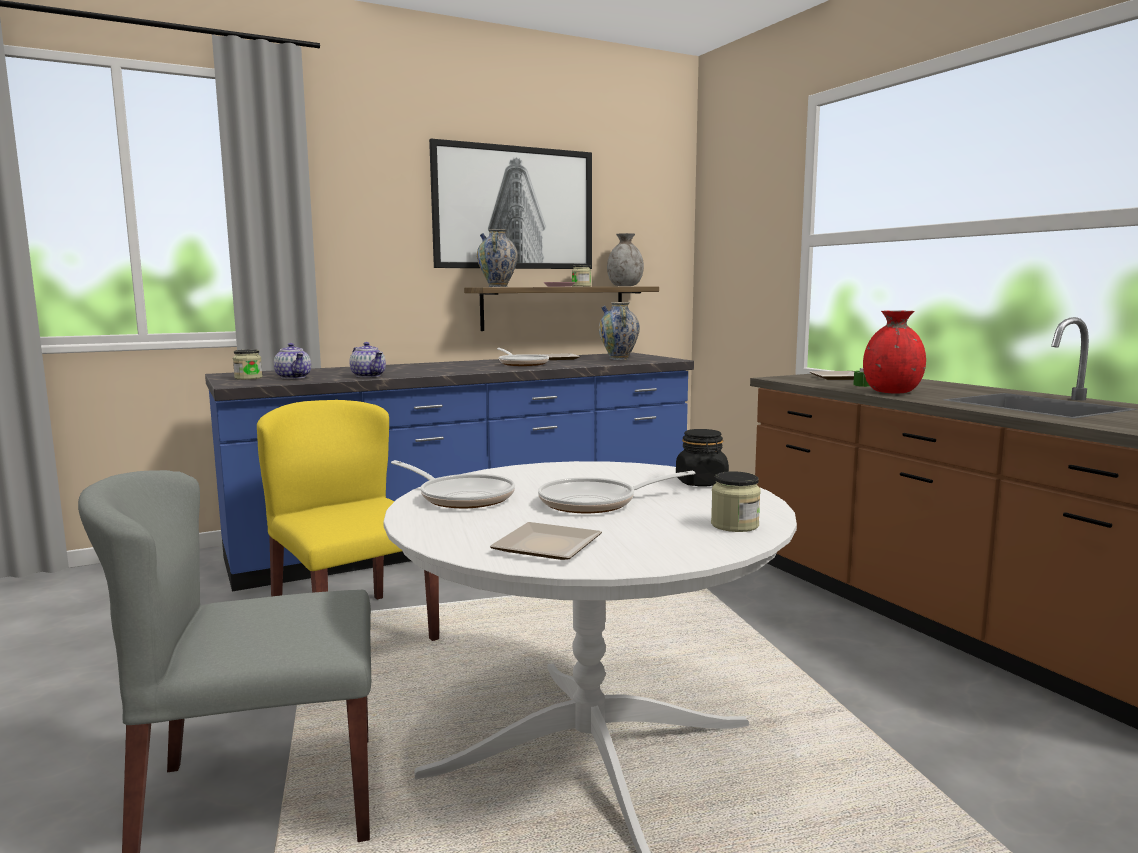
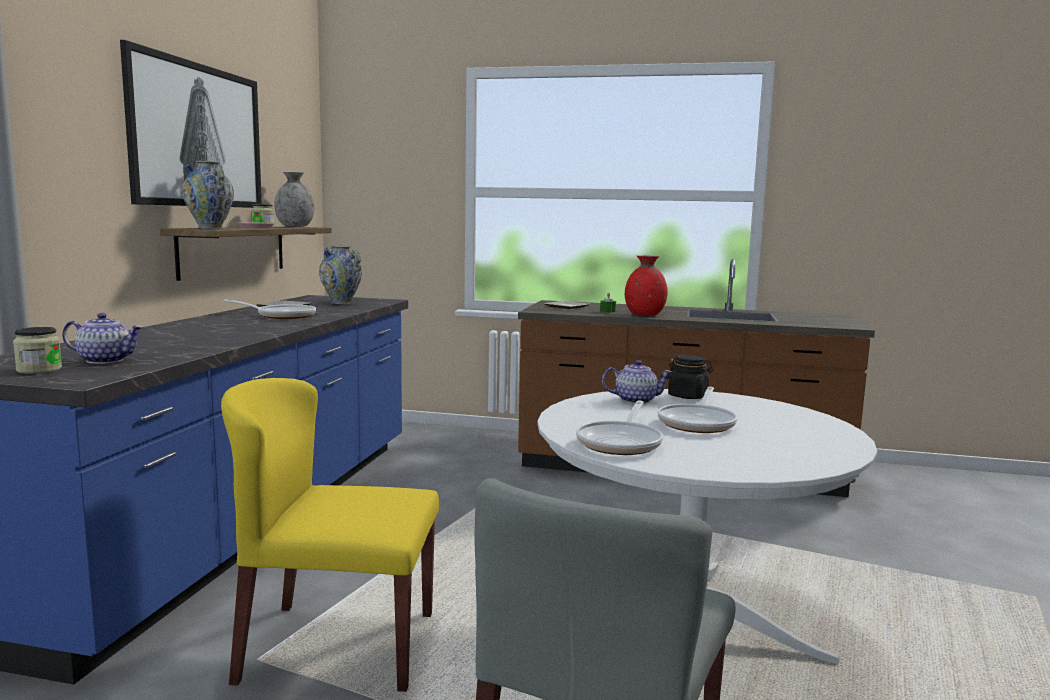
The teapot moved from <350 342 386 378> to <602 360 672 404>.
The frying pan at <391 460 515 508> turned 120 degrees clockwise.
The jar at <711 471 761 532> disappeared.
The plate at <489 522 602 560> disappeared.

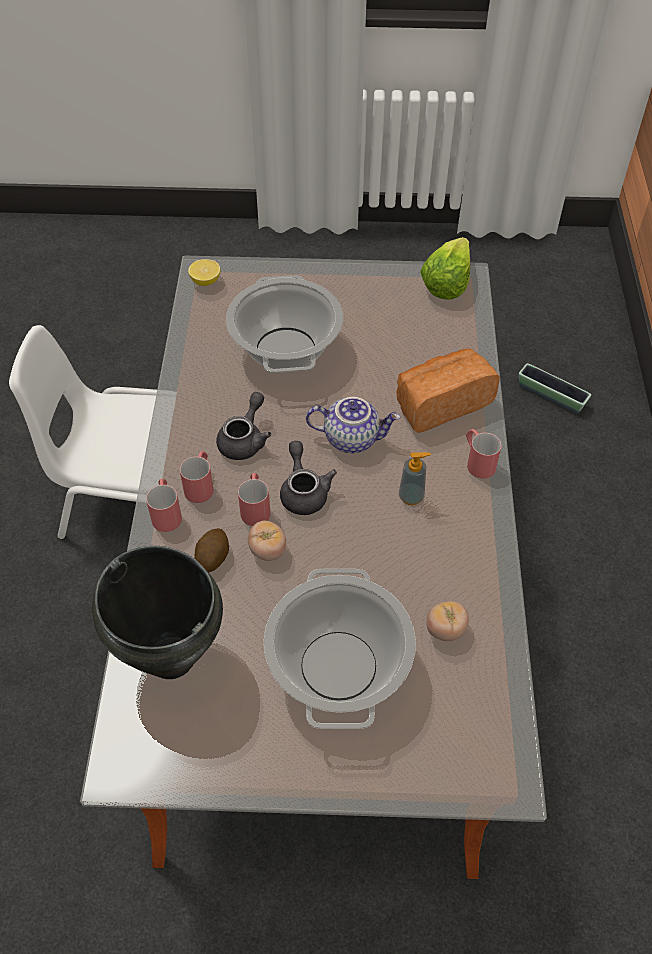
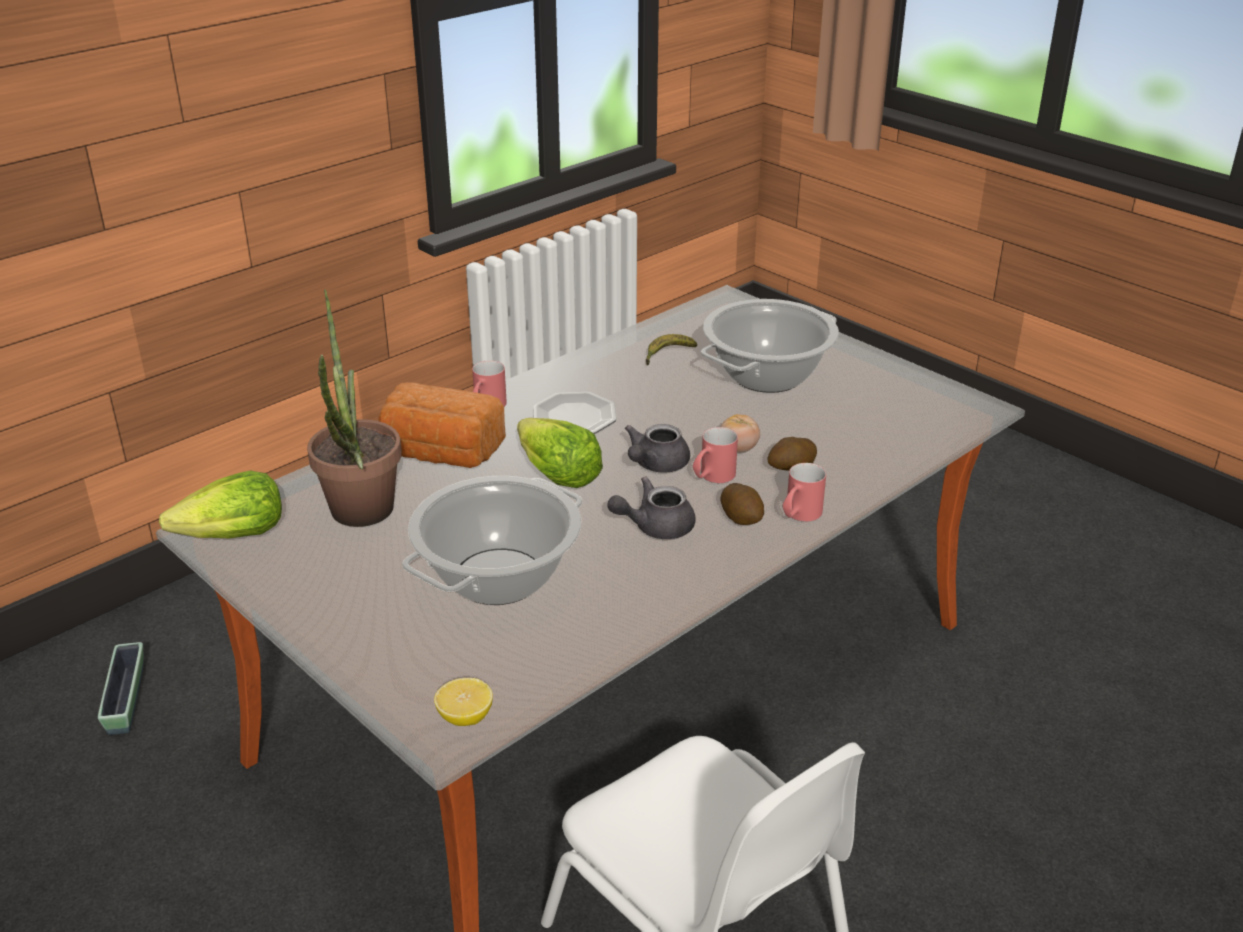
The teapot at <306 397 400 453> was replaced by the lettuce at <517 418 603 488>.
The red mug at <180 451 214 503> was replaced by the potato at <721 483 764 525>.
The soap dispenser at <399 452 431 505> was replaced by the plate at <533 392 617 434>.
The black cooking pot at <92 546 223 679> disappeared.
The tomato at <426 601 469 641> was replaced by the banana at <646 334 697 365>.
The potted plant at <307 289 402 527> appeared.

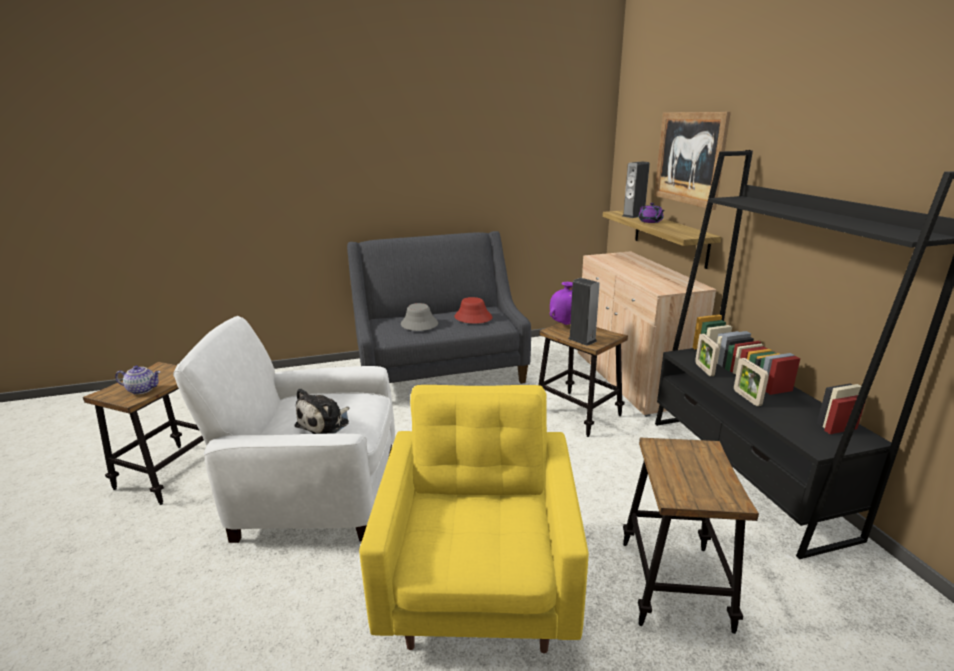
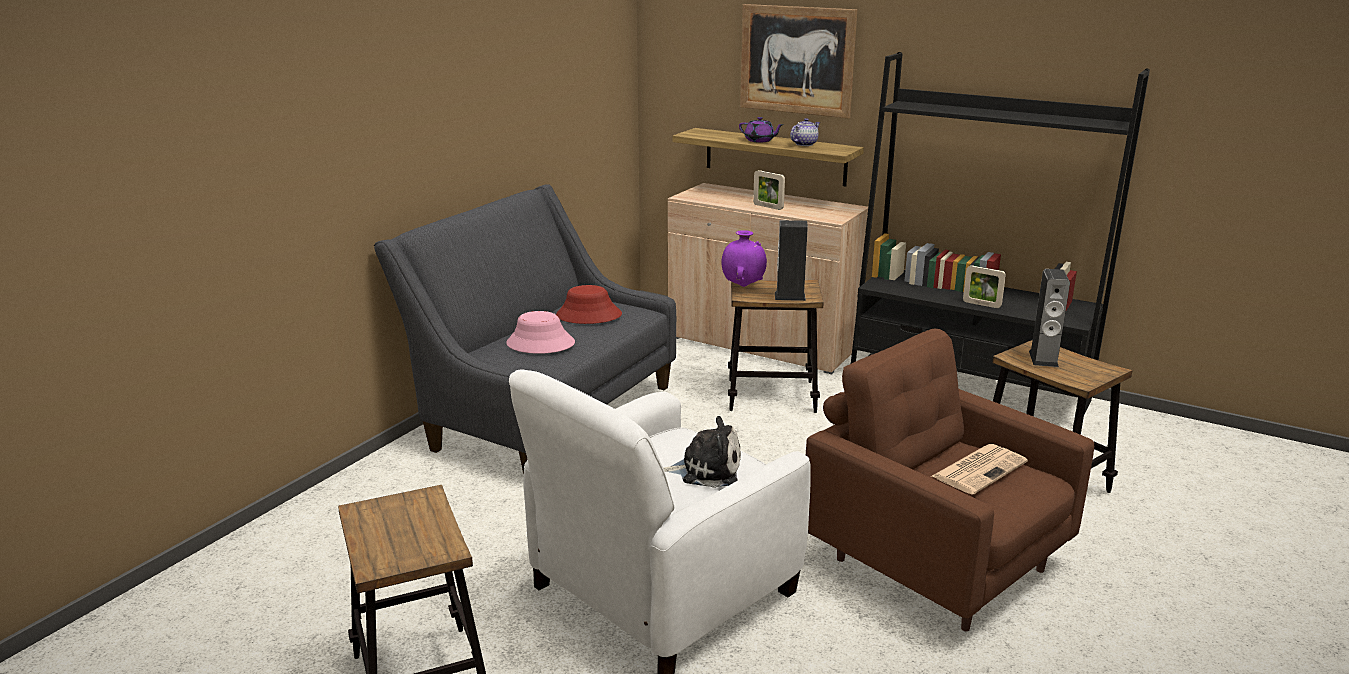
The speaker moved from <622 161 650 218> to <1029 269 1070 367>.
The grey hat at <401 303 438 331> became the pink hat at <506 311 575 354>.
The picture frame moved from <695 334 719 376> to <753 170 785 210>.
The teapot moved from <115 366 160 395> to <790 118 820 146>.
The yellow armchair at <359 385 589 654> became the brown armchair at <806 329 1094 631>.
The plush toy at <294 388 350 434> turned 75 degrees counterclockwise.
The newspaper at <932 444 1028 495> appeared.

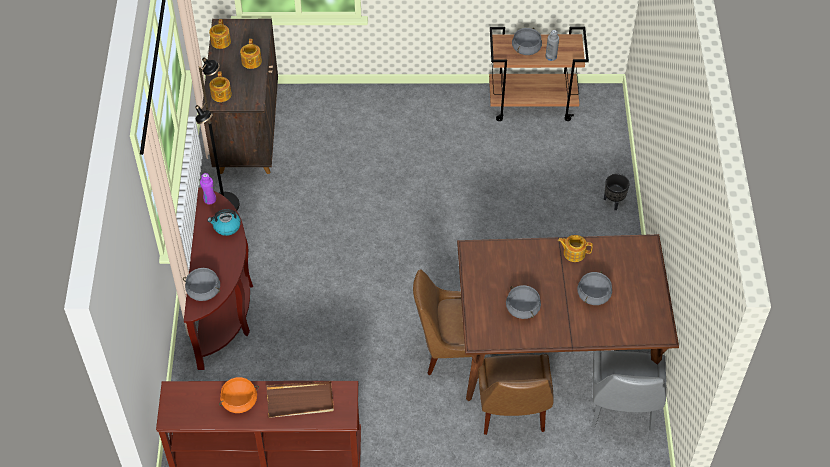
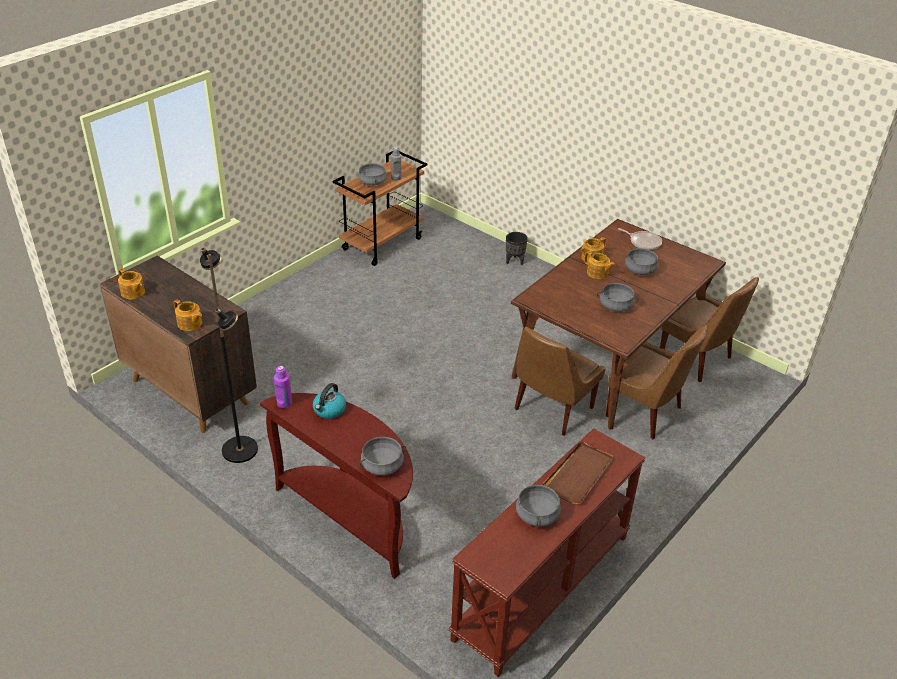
The teapot moved from <240 39 262 69> to <584 251 615 279>.
The grey chair at <592 351 667 432> became the brown chair at <660 277 759 382>.
The orange cooking pot at <219 377 259 413> became the grey cooking pot at <516 484 561 526>.
The frying pan at <618 228 662 250> appeared.

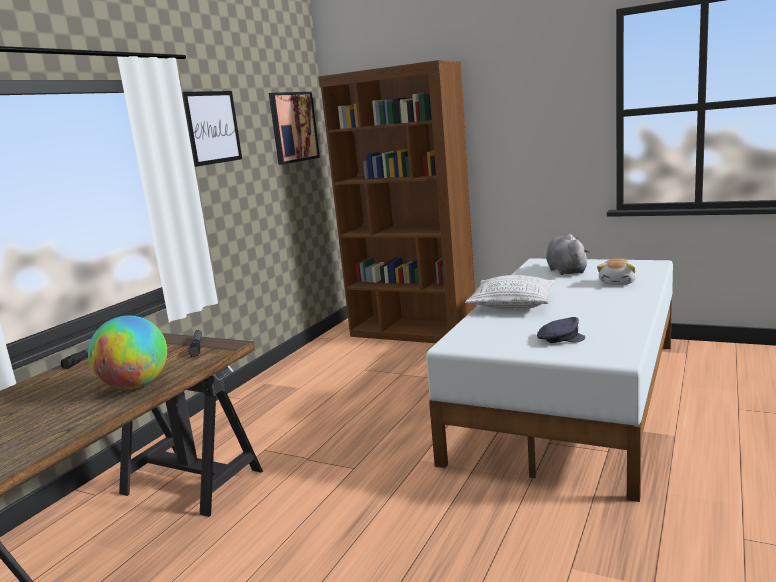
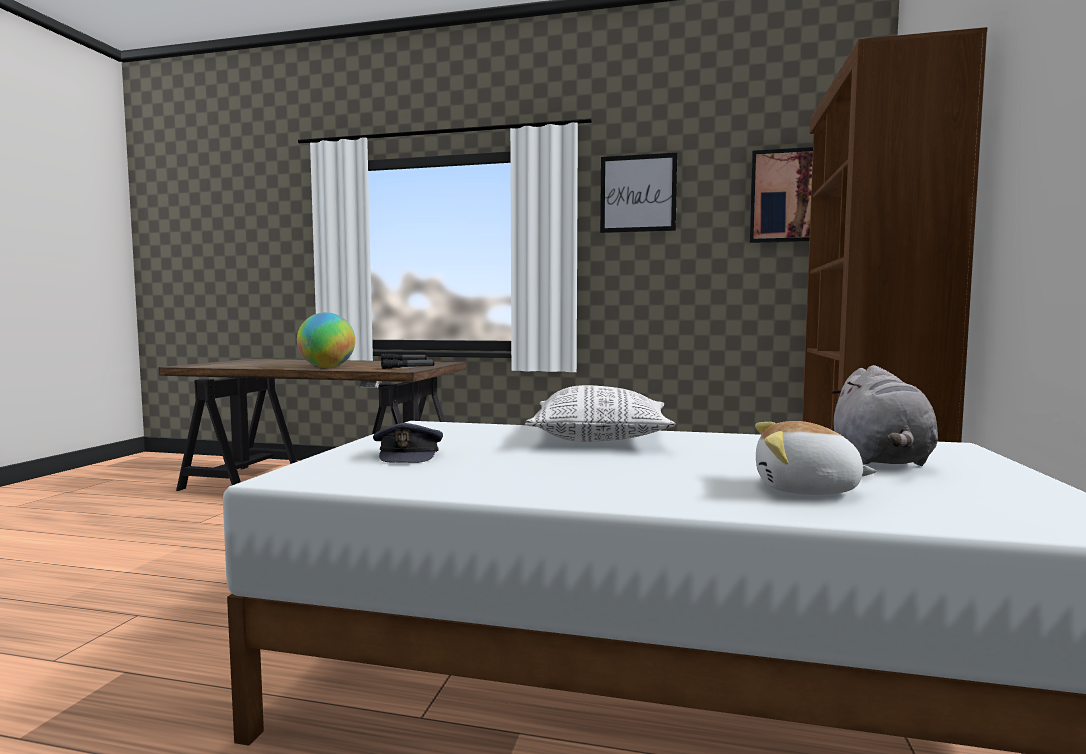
The grey plush toy at <546 234 590 275> turned 120 degrees clockwise.

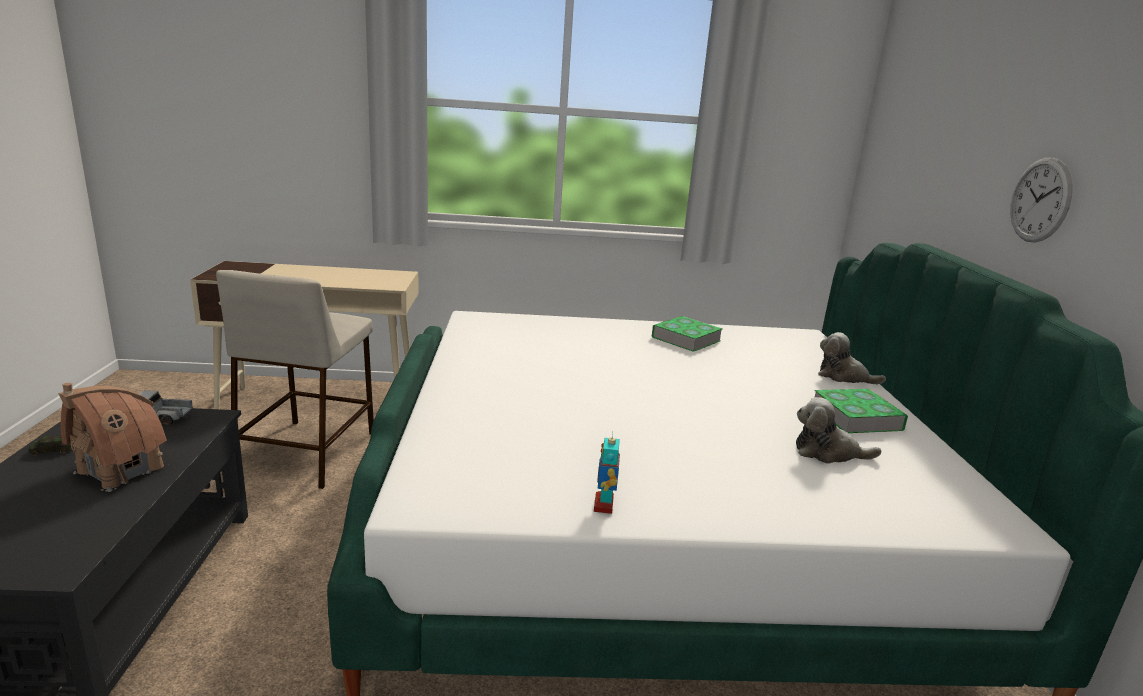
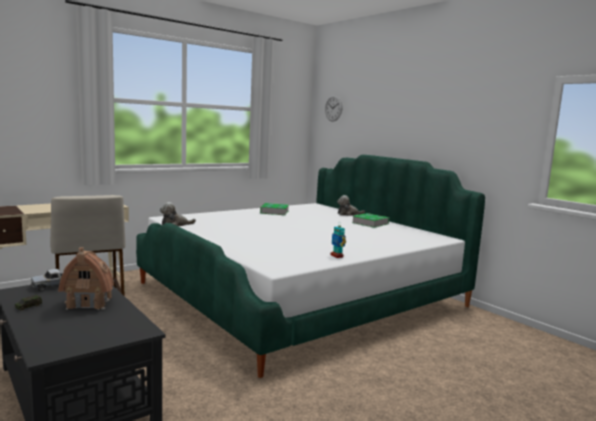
The wall clock moved from <1010 157 1073 243> to <325 95 342 122>.
The plush toy moved from <796 397 881 464> to <160 202 196 226>.

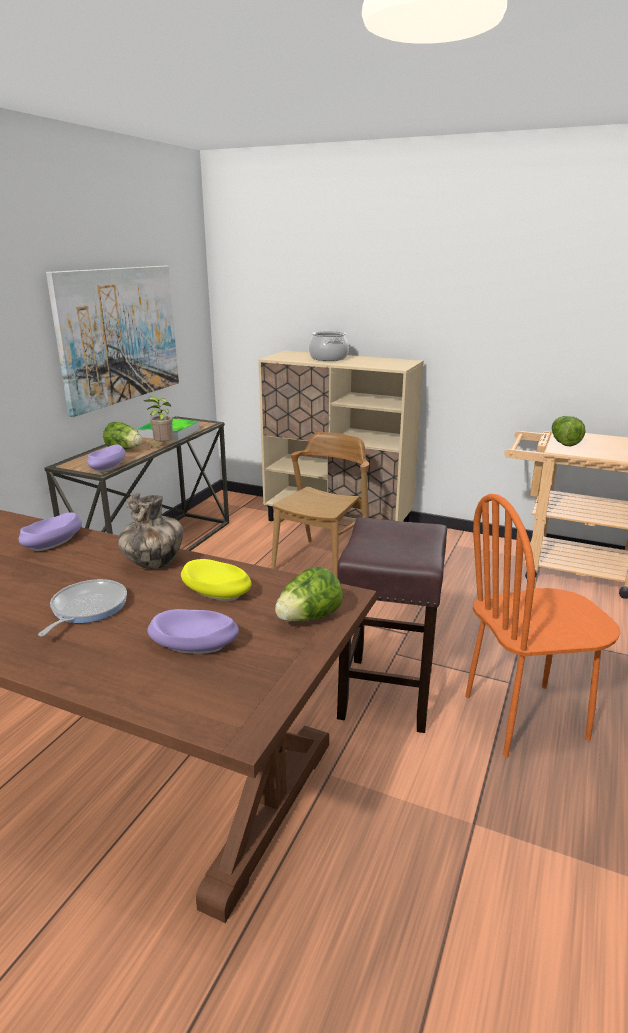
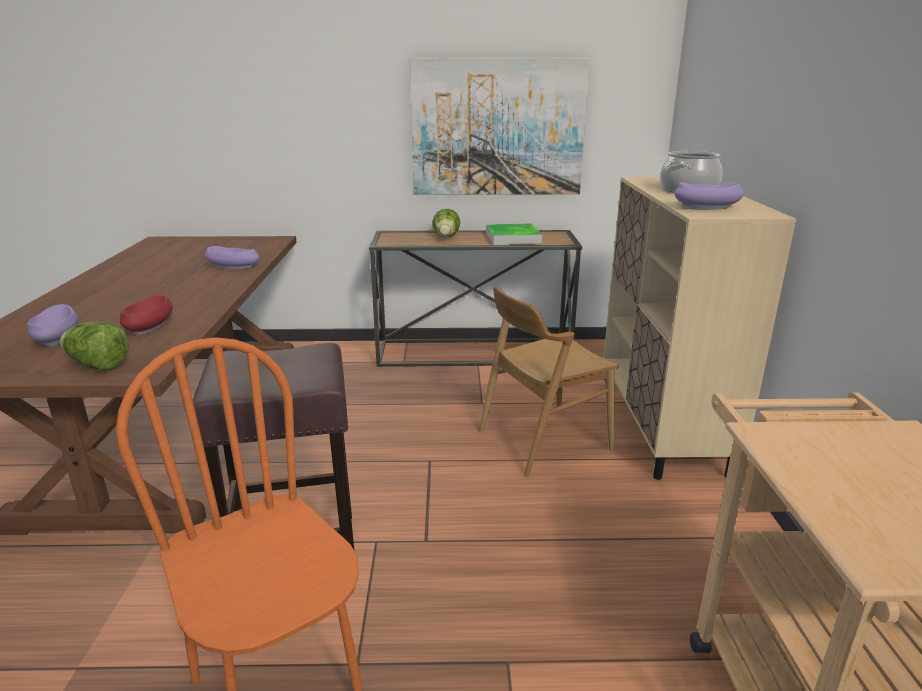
The potted plant at <144 396 173 447> disappeared.
The lettuce at <552 416 586 446> disappeared.
The brown chair at <271 432 369 578> turned 150 degrees clockwise.
The purple bowl moved from <87 445 126 472> to <674 182 744 210>.
The vase at <118 493 183 569> disappeared.
The yellow bowl at <181 559 251 601> became the red bowl at <120 295 173 335>.
The frying pan at <38 579 127 636> disappeared.

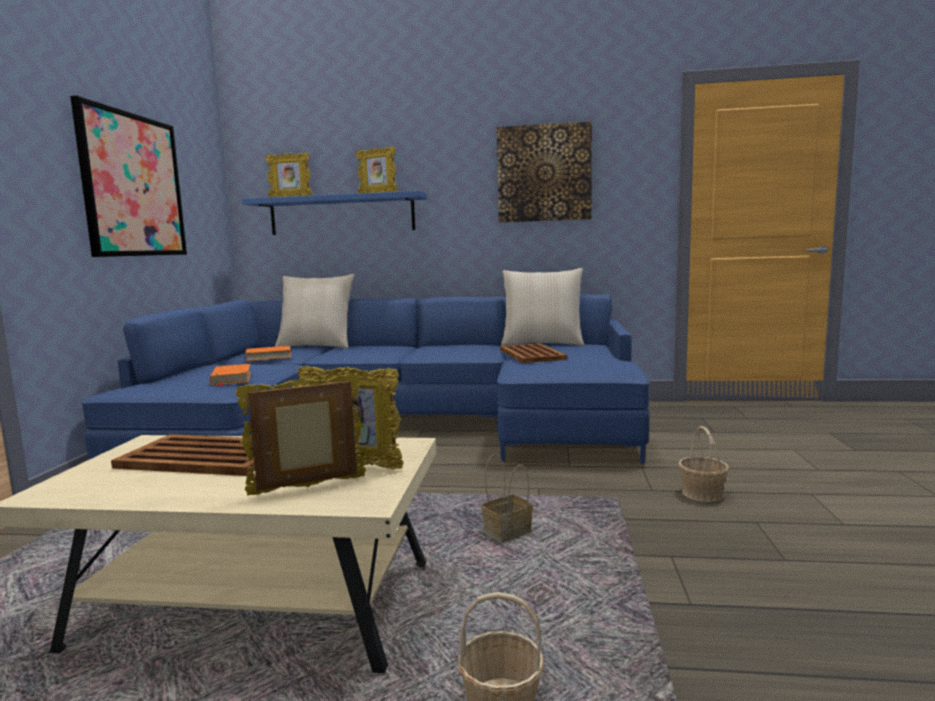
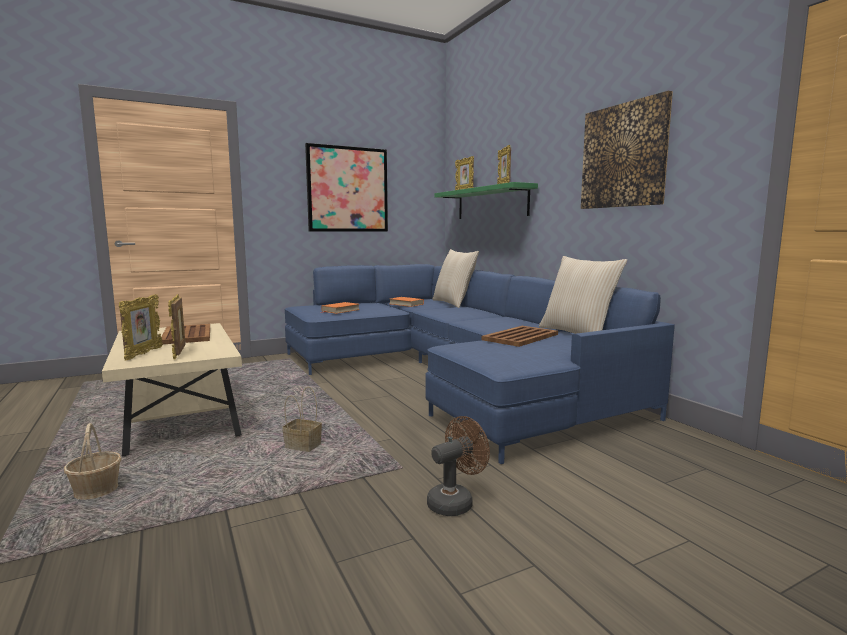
The blue shelf at <242 191 427 235> became the green shelf at <434 182 538 219>.
The picture frame at <236 374 366 496> turned 60 degrees clockwise.
The basket at <678 426 729 502> was replaced by the brown fan at <427 416 490 516>.

